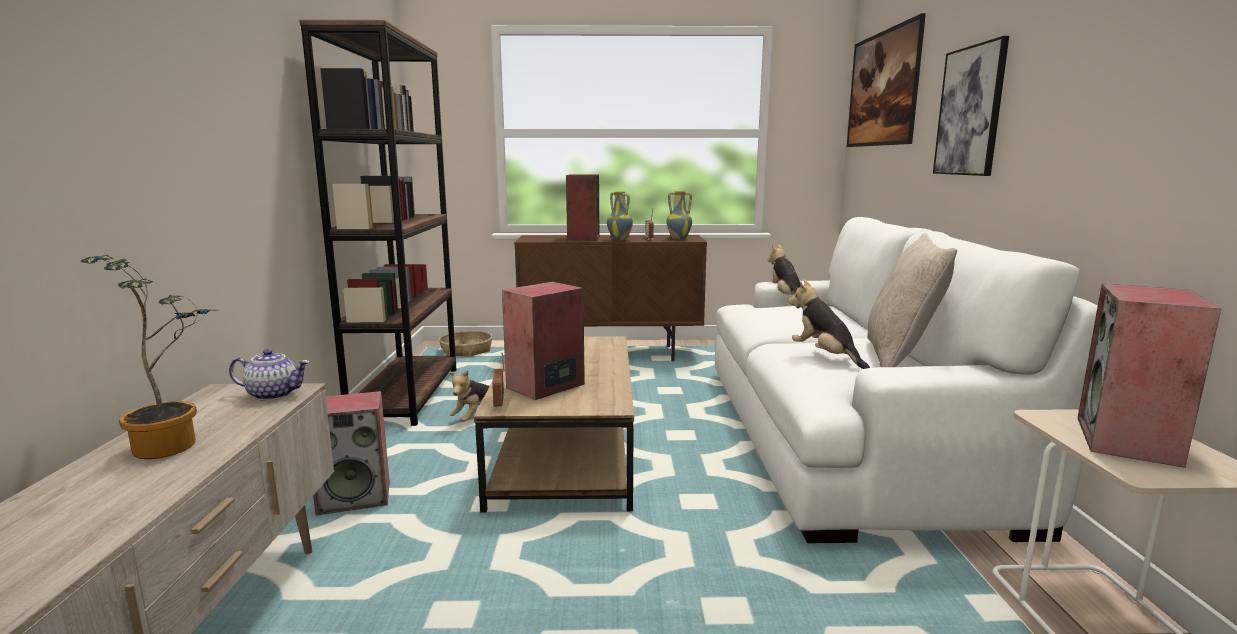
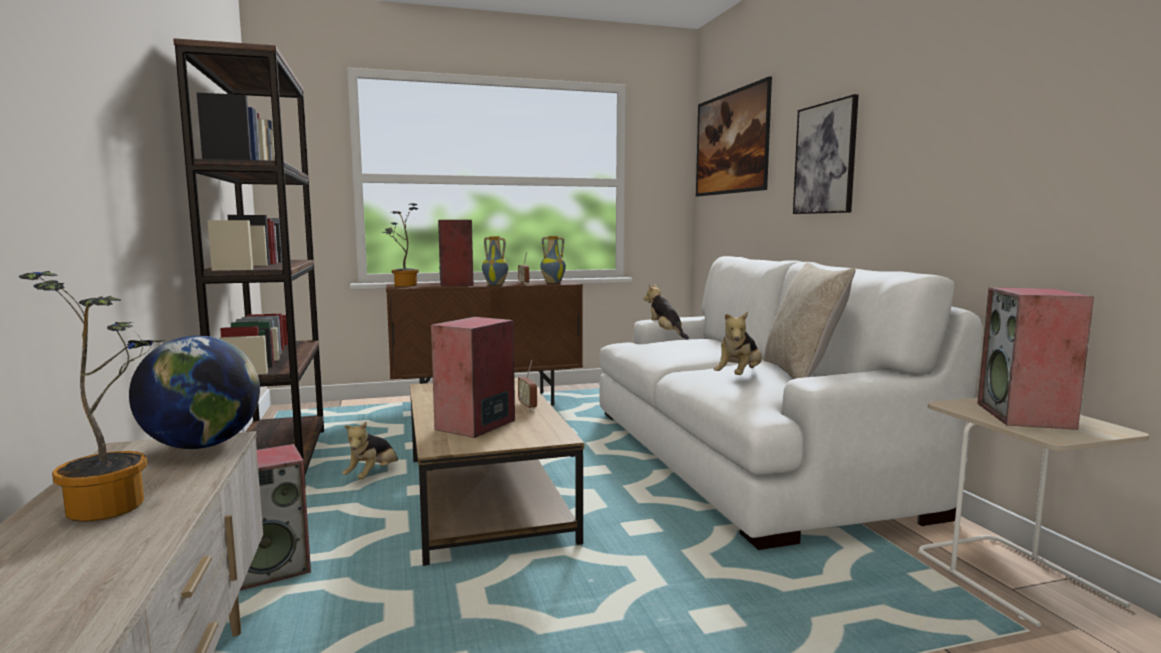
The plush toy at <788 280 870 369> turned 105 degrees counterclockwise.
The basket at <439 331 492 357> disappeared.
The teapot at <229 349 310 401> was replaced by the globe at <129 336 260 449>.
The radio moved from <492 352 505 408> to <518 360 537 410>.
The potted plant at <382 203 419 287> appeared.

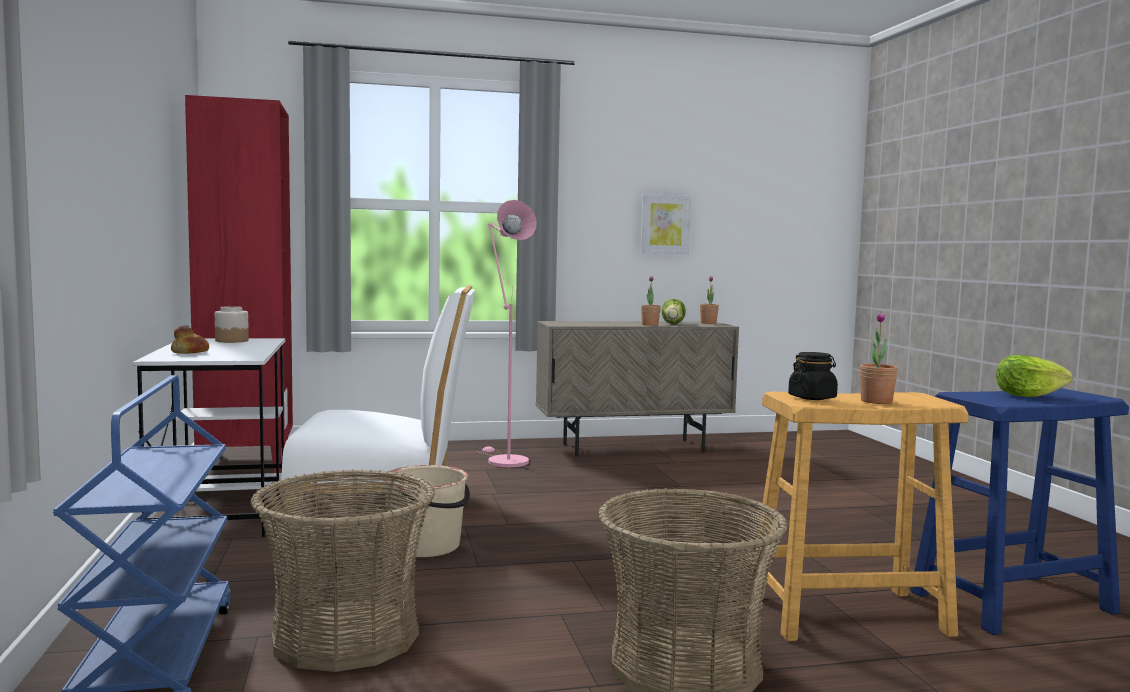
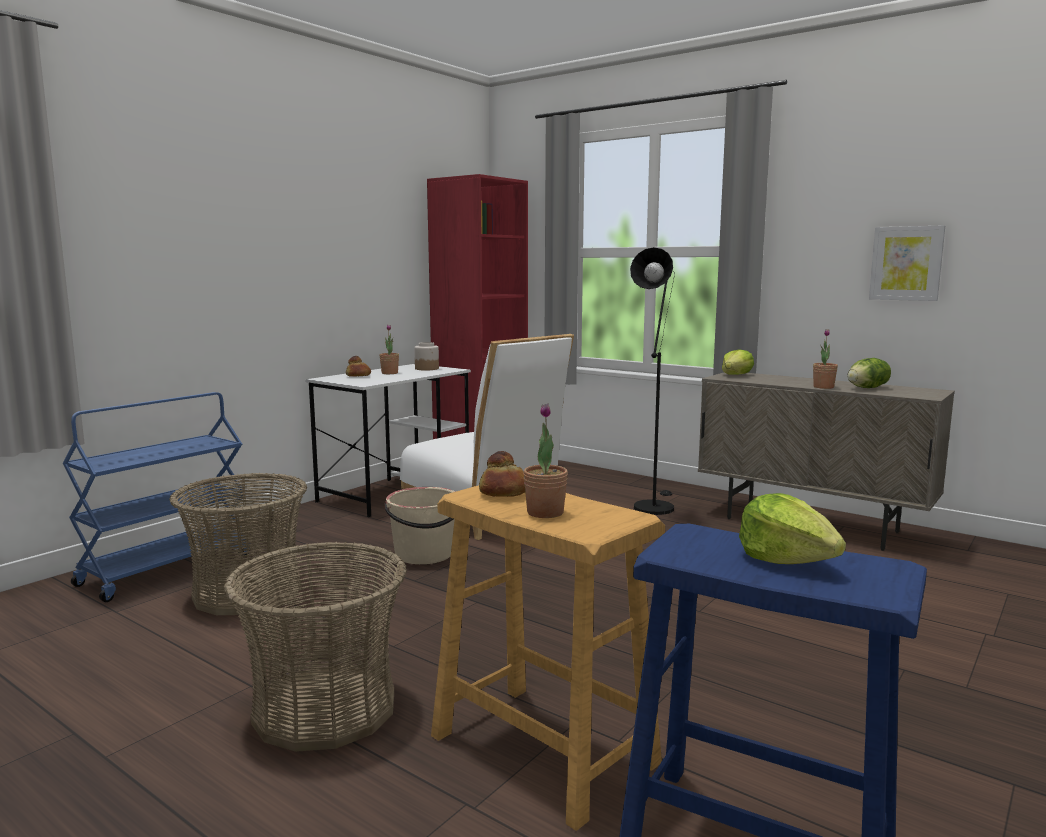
The pink floor lamp at <477 200 537 467> became the black floor lamp at <630 247 675 515>.
The potted plant moved from <700 276 719 324> to <379 324 399 374>.
The black jar at <788 352 838 400> was replaced by the bread at <479 451 525 497>.
The lettuce at <722 349 754 375> appeared.

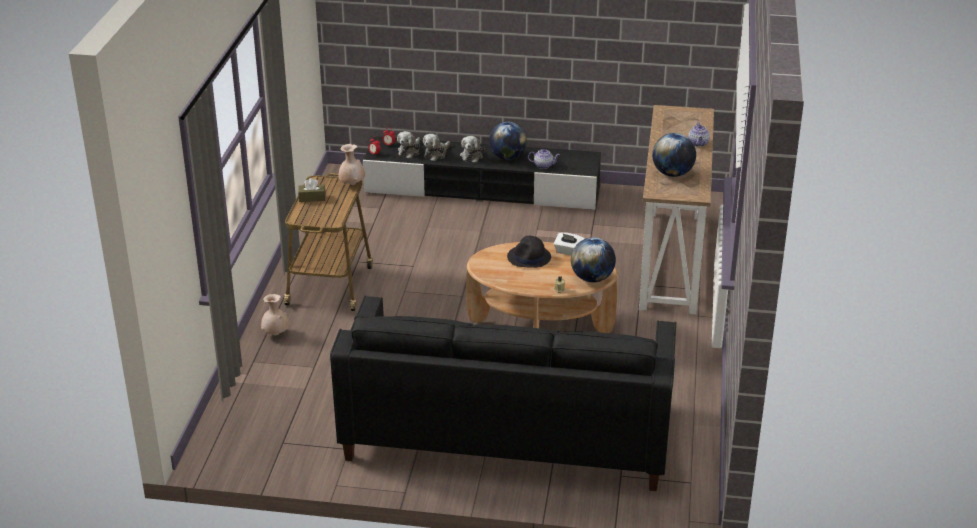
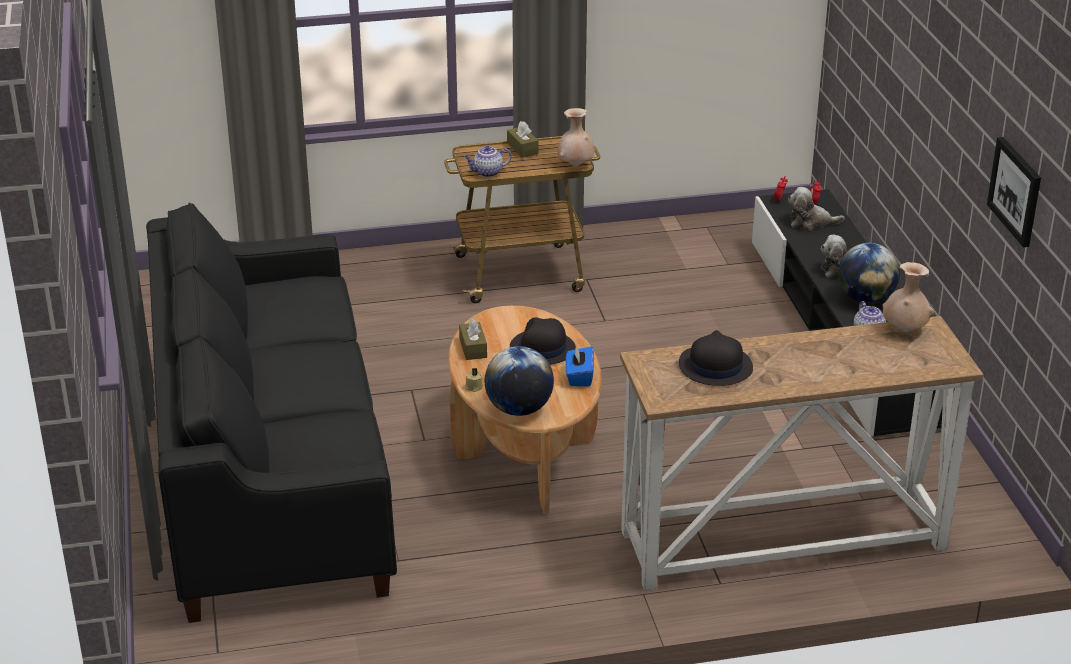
The teapot moved from <688 122 710 147> to <464 146 512 177>.
The globe at <652 133 696 177> was replaced by the black hat at <679 330 753 386>.
The plush toy at <423 134 450 161> disappeared.
The white tissue box at <554 232 585 255> became the blue tissue box at <566 344 594 386>.
The beige vase moved from <261 294 289 335> to <882 262 934 332>.
The picture at <987 137 1041 247> appeared.
The brown tissue box at <459 318 487 360> appeared.

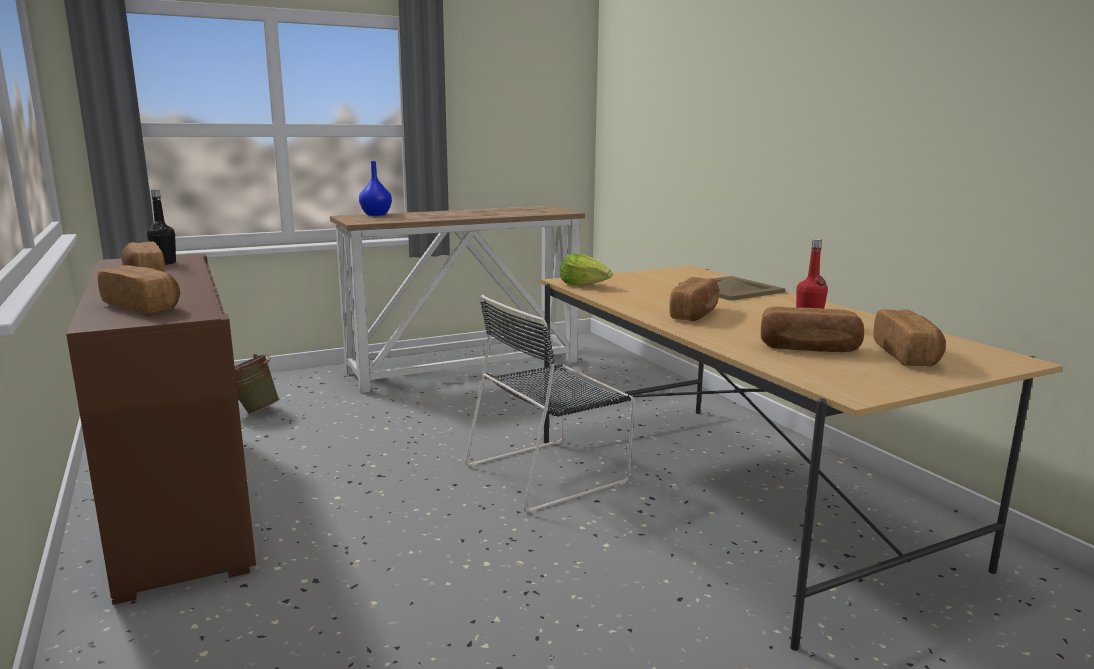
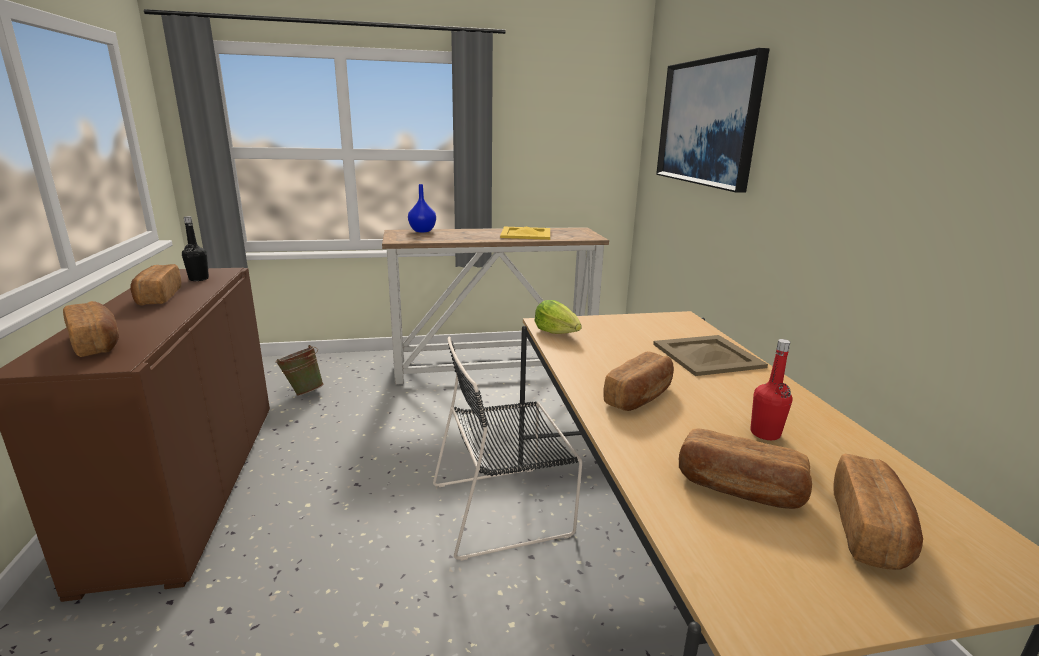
The picture at <656 48 770 193> appeared.
The yellow tray at <500 226 550 240> appeared.

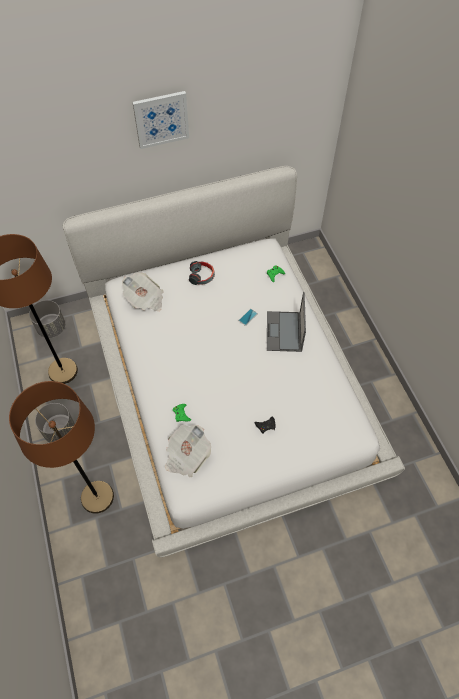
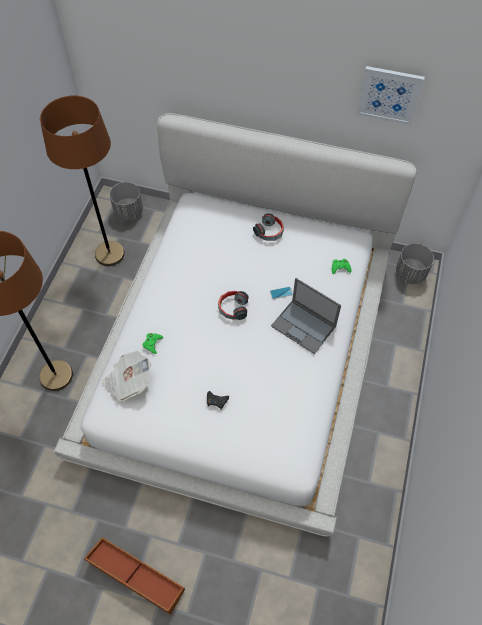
The picture moved from <132 91 189 149> to <357 66 425 125>.
The newspaper at <122 273 164 311> disappeared.
The laptop at <267 292 306 352> turned 90 degrees counterclockwise.
The grey planter moved from <35 403 75 442> to <396 243 434 284>.
The headphones at <218 291 248 320> appeared.
The brown storage box at <84 537 185 615> appeared.

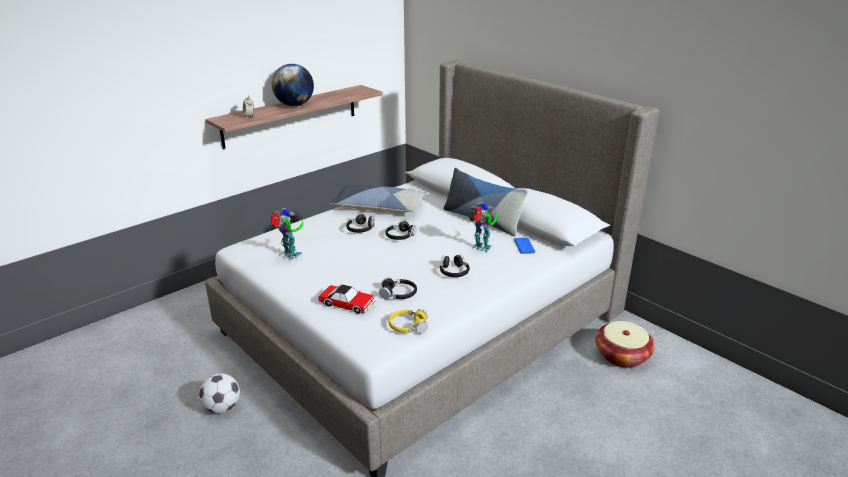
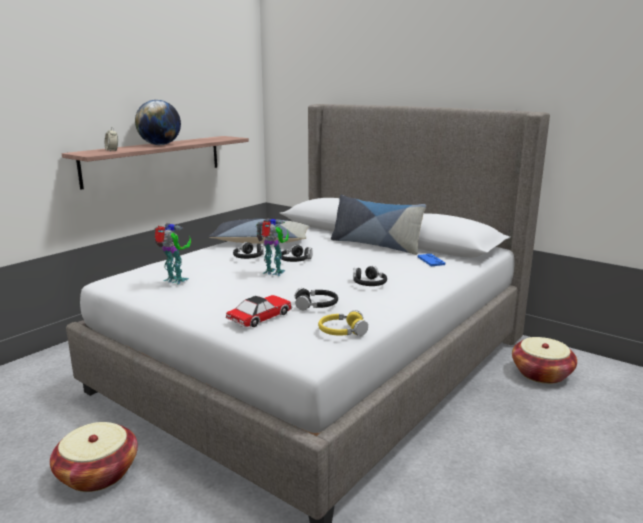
The toy robot moved from <469 203 497 252> to <256 218 289 276>.
The toy car at <318 284 376 314> turned 60 degrees counterclockwise.
The football at <199 373 240 414> was replaced by the basket at <50 422 138 492>.

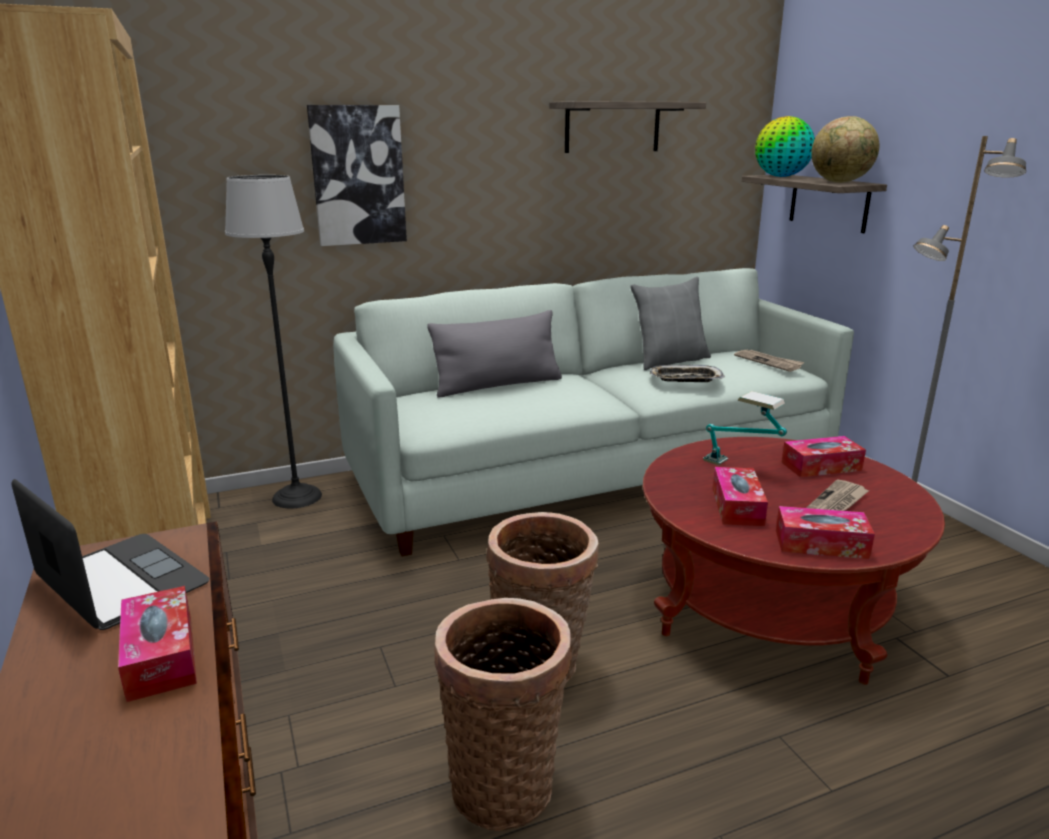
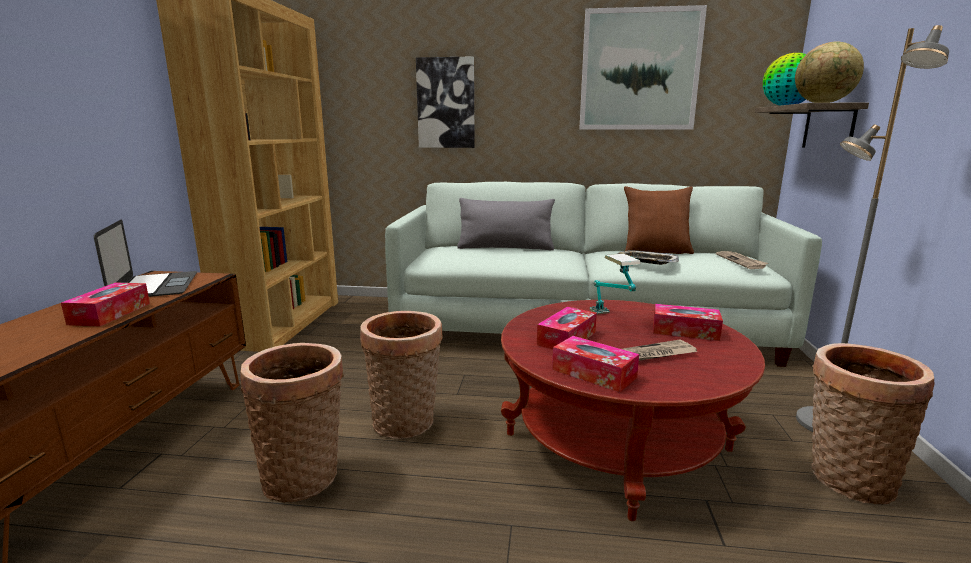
The shelf at <549 101 706 153> was replaced by the picture at <579 5 707 130>.
The floor lamp at <225 175 322 509> disappeared.
The grey pillow at <630 277 711 370> became the brown pillow at <624 186 694 254>.
The basket at <811 343 934 505> appeared.

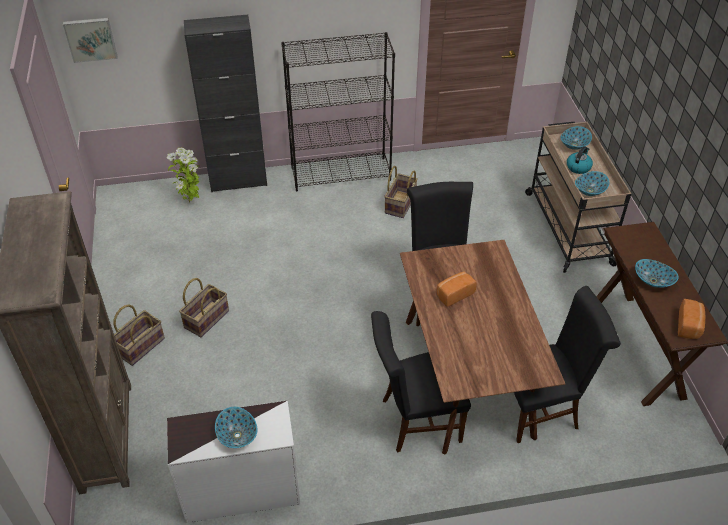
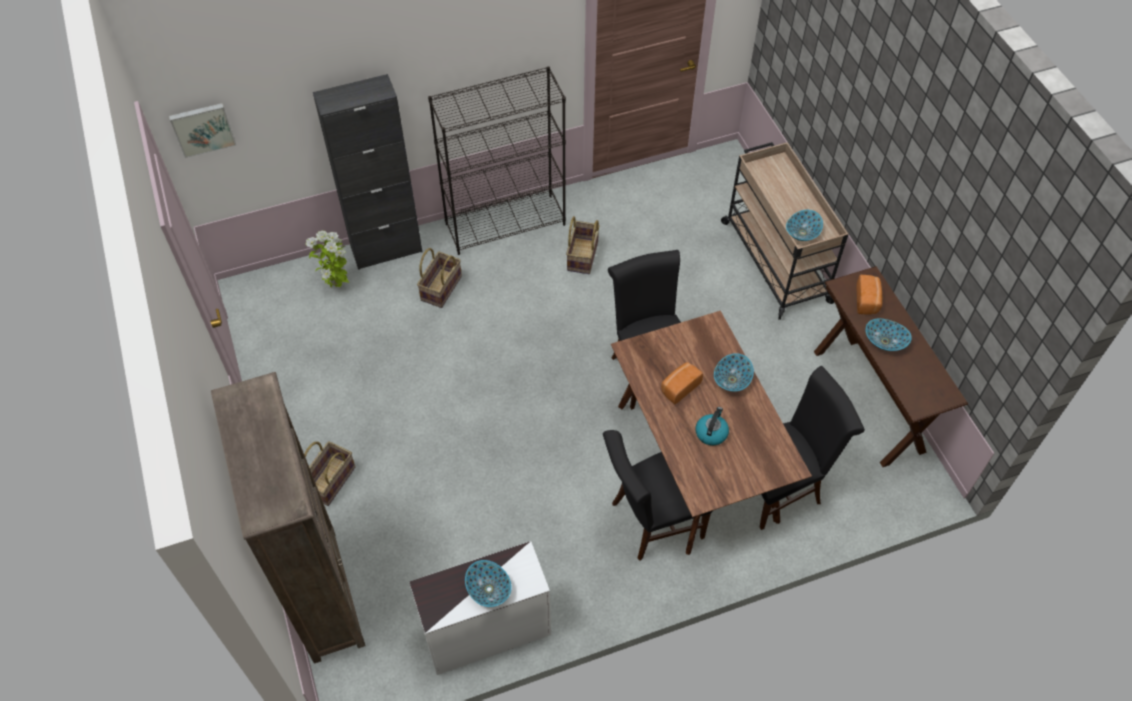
The bowl moved from <561 126 592 150> to <714 353 754 391>.
The kettle moved from <567 146 593 174> to <695 407 729 445>.
The basket moved from <179 278 229 337> to <417 248 462 308>.
The bread moved from <678 299 705 339> to <857 275 882 314>.

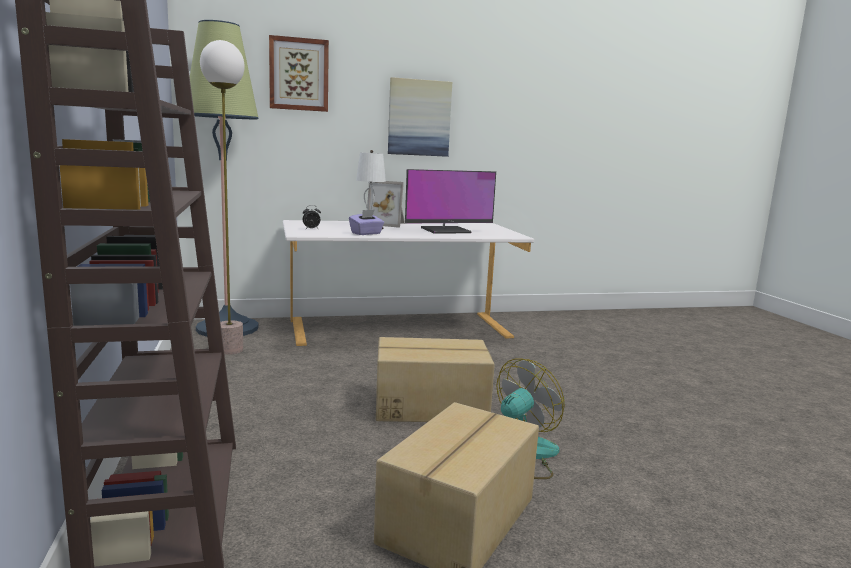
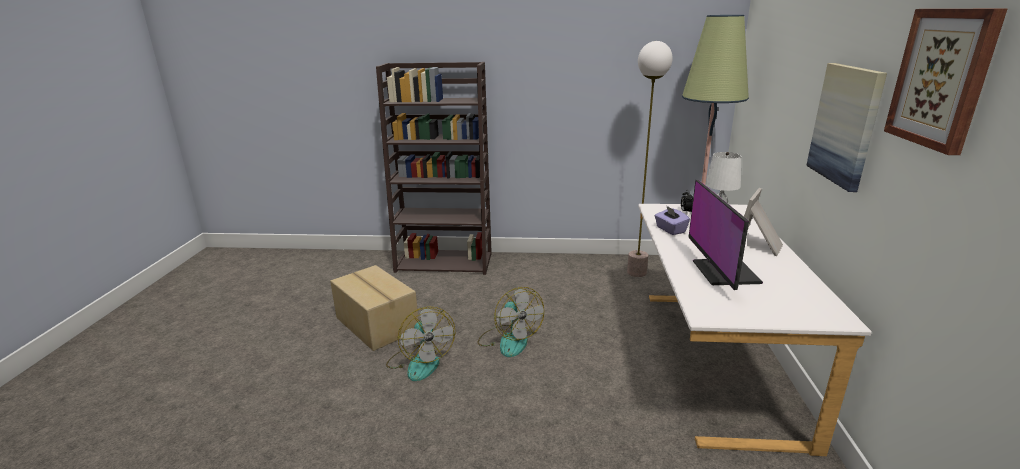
The picture moved from <269 35 329 112> to <884 9 1007 155>.
The cardboard box at <376 337 495 422> was replaced by the fan at <477 287 544 357>.

